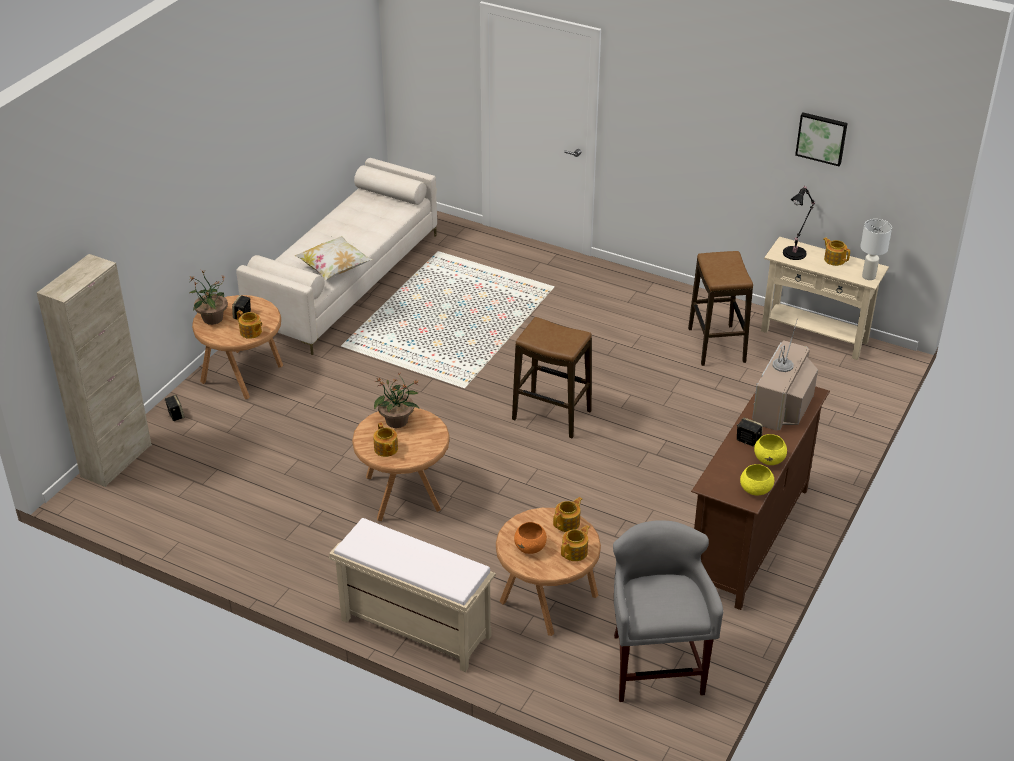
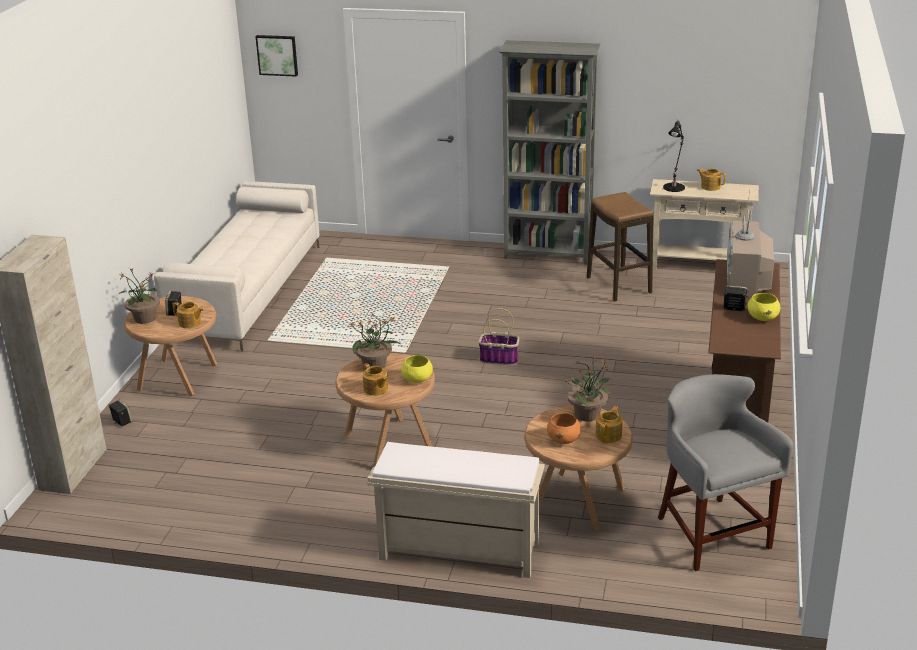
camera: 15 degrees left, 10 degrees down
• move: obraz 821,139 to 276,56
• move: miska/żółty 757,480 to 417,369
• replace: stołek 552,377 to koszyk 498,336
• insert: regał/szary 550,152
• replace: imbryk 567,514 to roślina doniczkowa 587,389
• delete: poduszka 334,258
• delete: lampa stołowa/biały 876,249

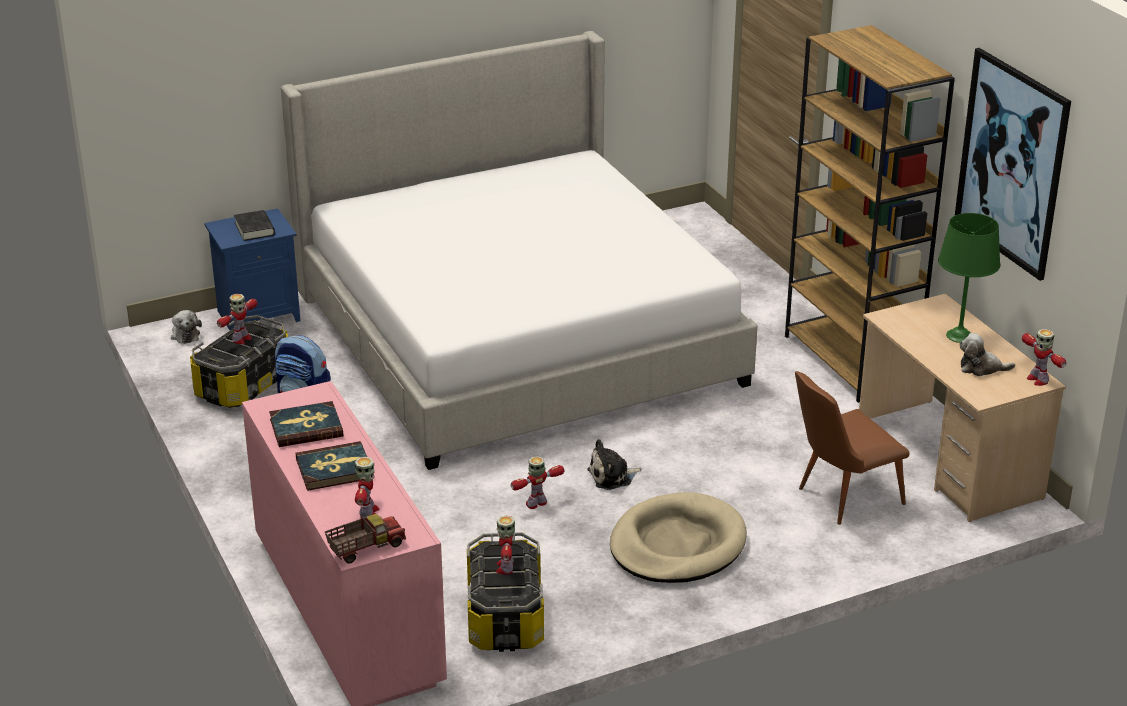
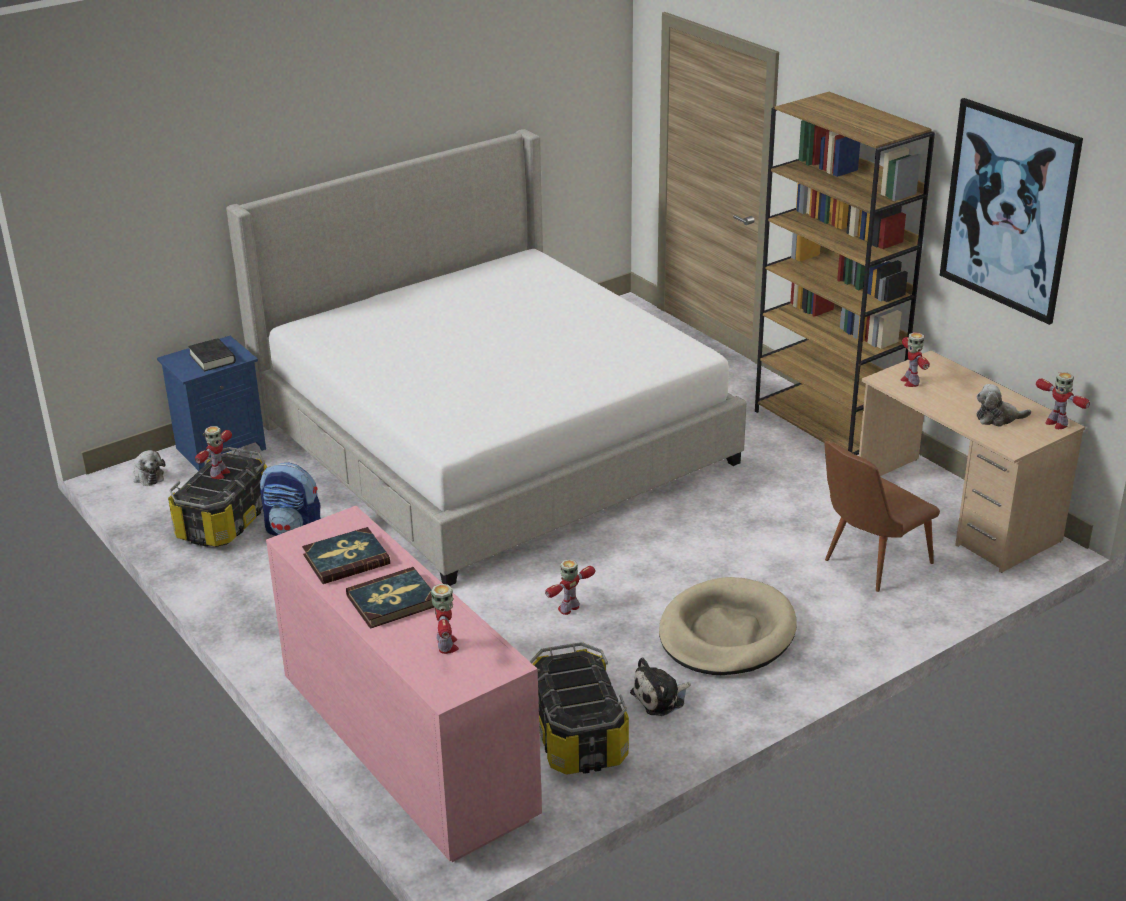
camera: 10 degrees left, 0 degrees up
• move: pluszak 614,464 to 660,687
• move: robot zabawkowy 505,545 to 915,359
• delete: ciężarówka zabawkowa 365,539
• delete: lampa stołowa/zielony 969,278

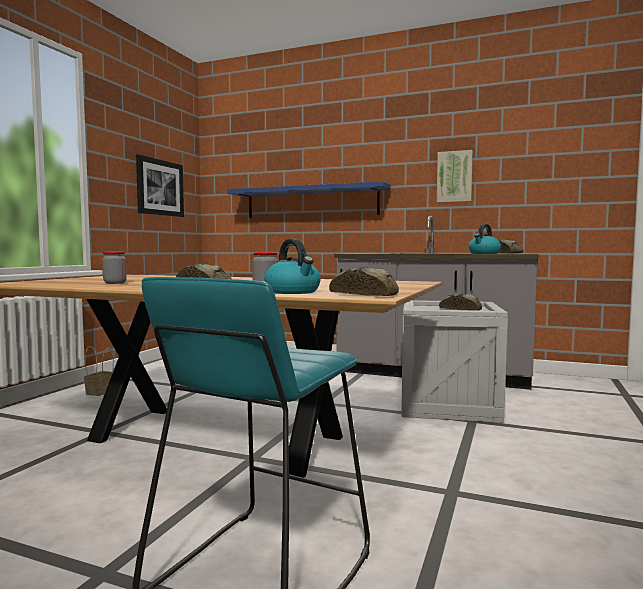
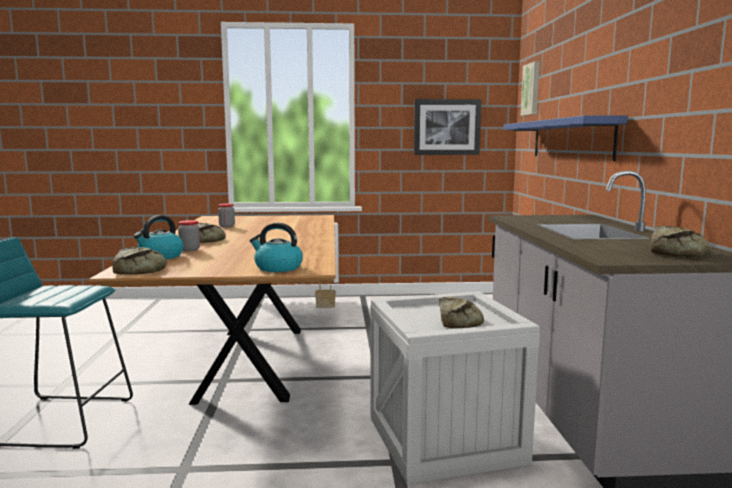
camera: 65 degrees right, 5 degrees up
• move: czajnik 485,239 to 276,247
• move: obraz 455,176 to 530,88

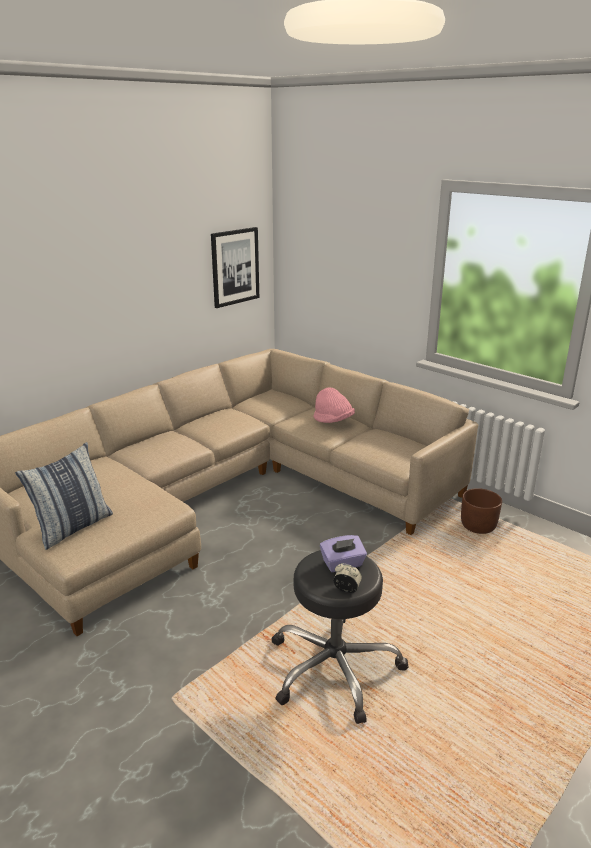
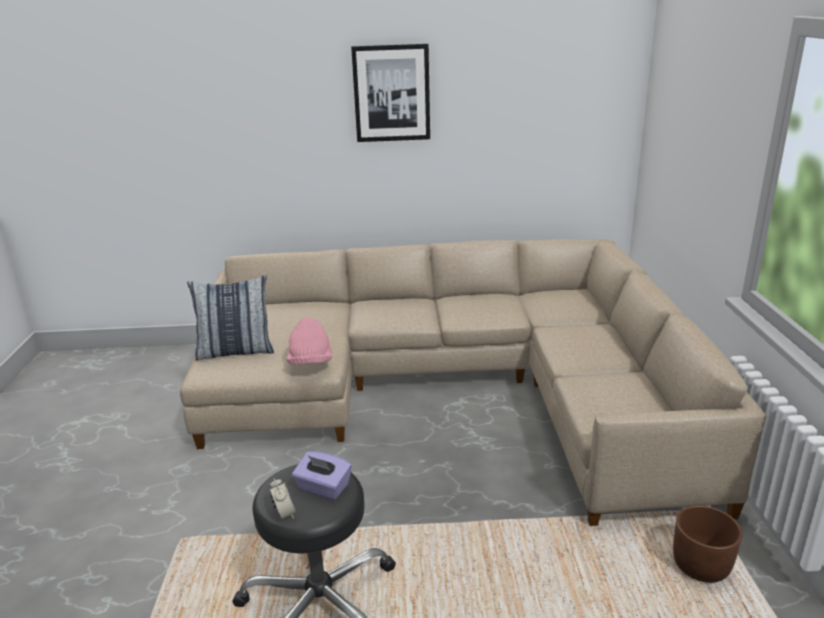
camera: 45 degrees right, 0 degrees up
• move: kapelusz/różowy 334,405 to 309,341
• move: obraz 235,267 to 390,93

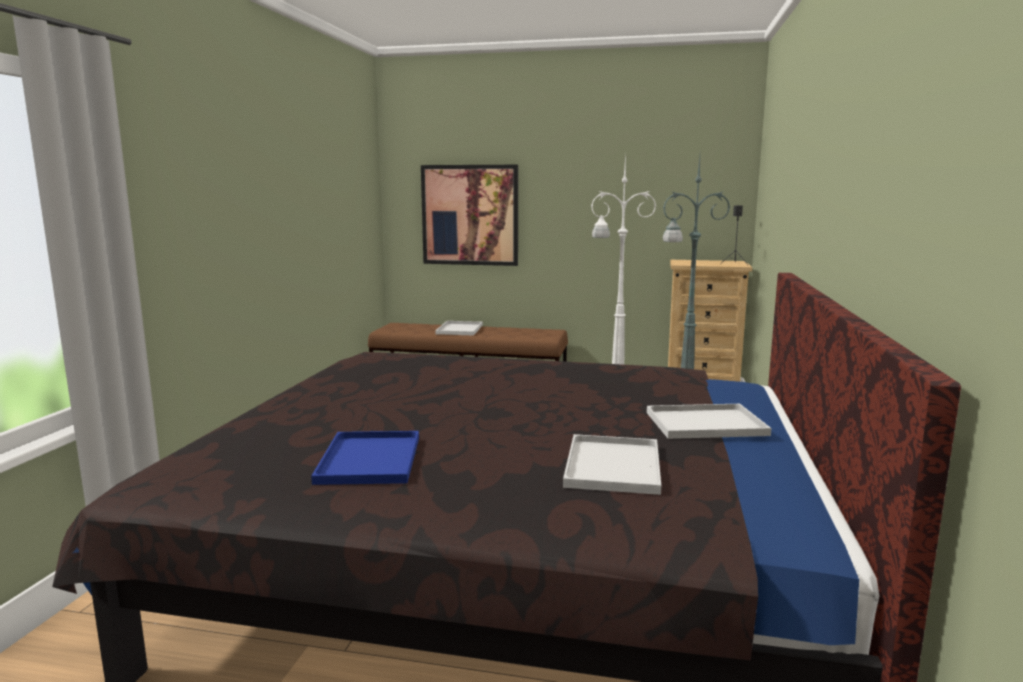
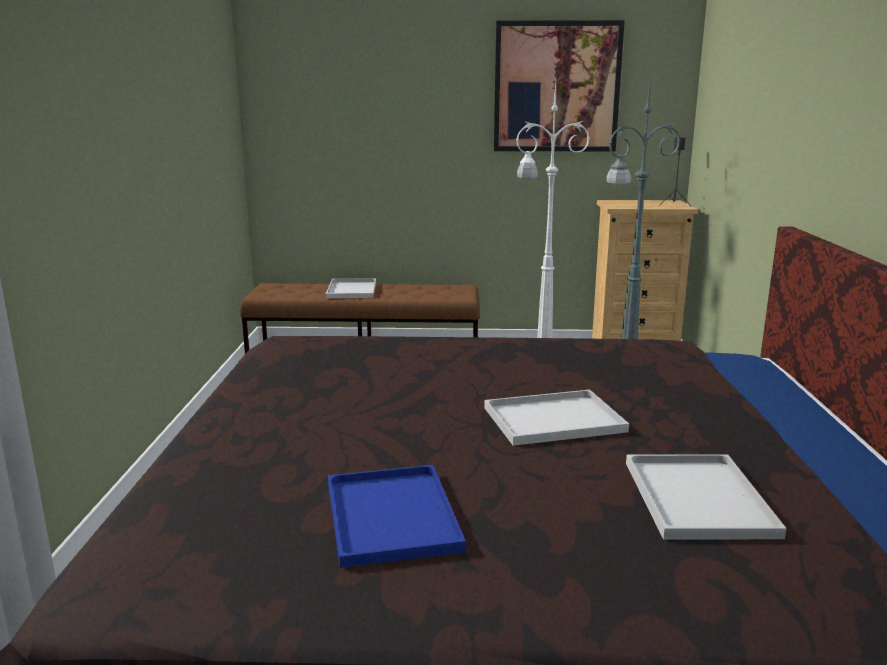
camera: 10 degrees left, 5 degrees up
• move: taca/biały 709,421 to 557,418
• move: obraz 469,215 to 559,85

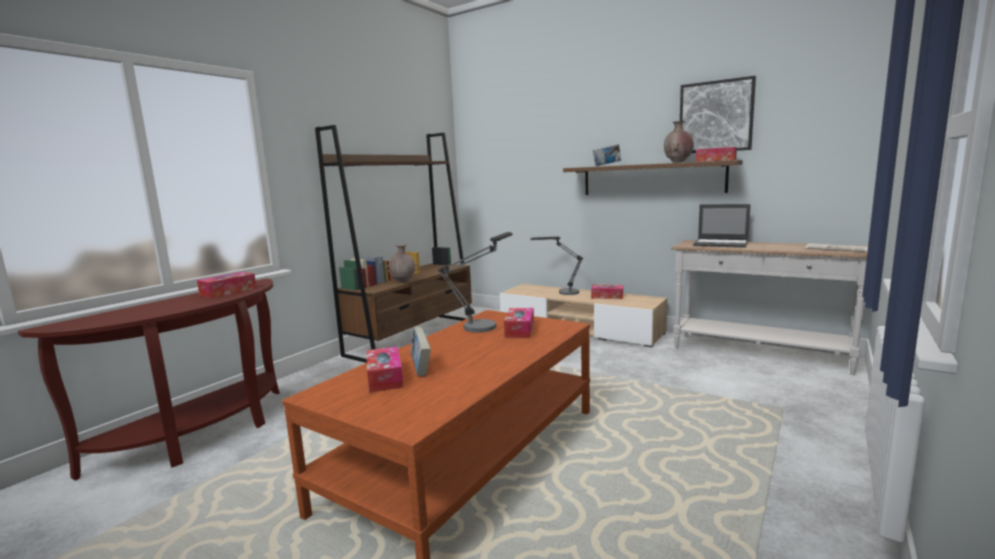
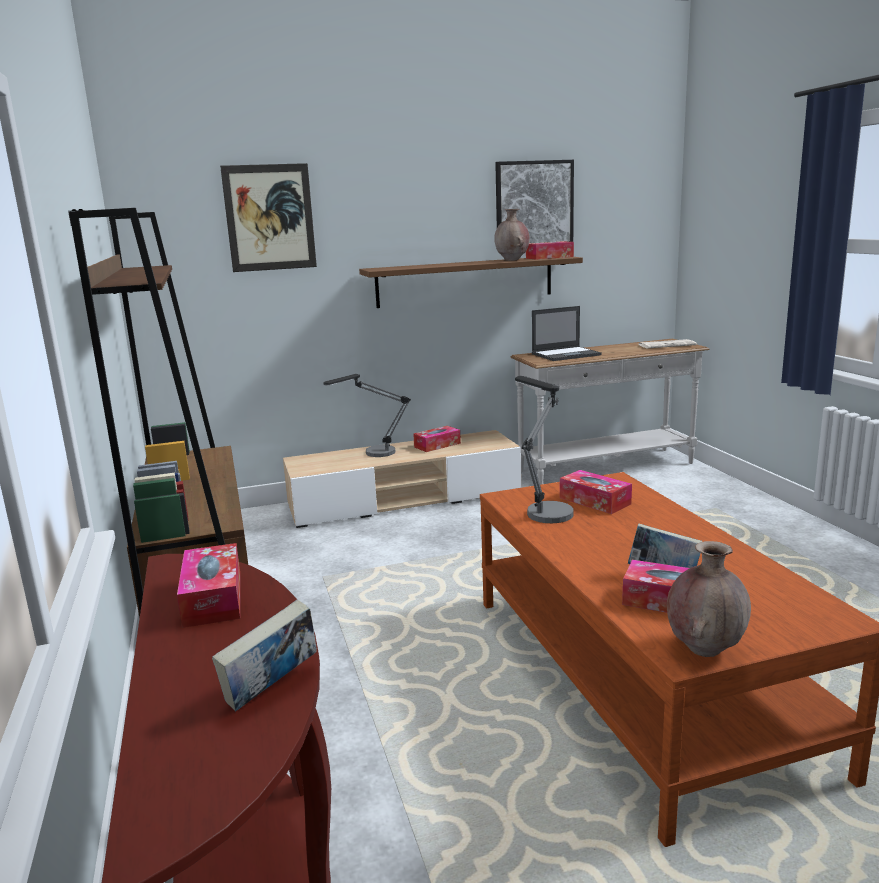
camera: 50 degrees left, 5 degrees up
• move: książka 607,155 to 264,655
• insert: obraz 268,217
• move: wazon/brązowy 402,263 to 709,599

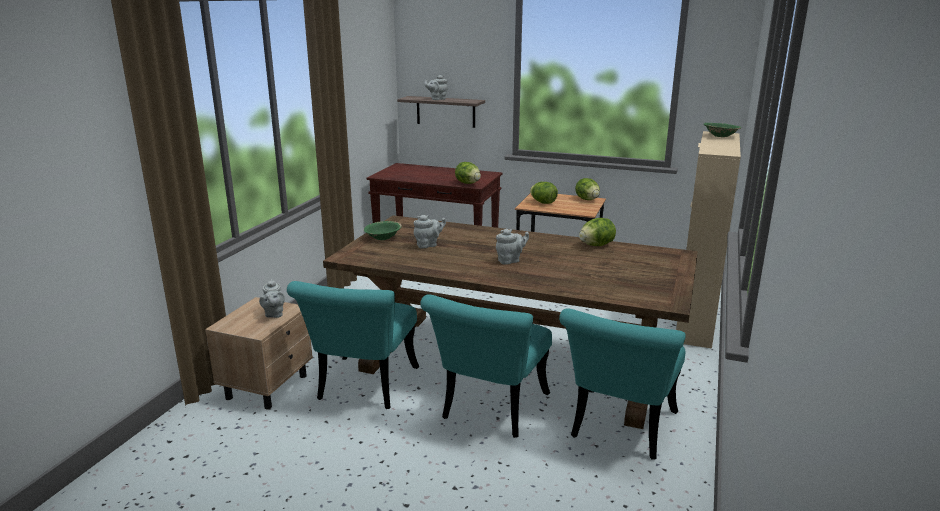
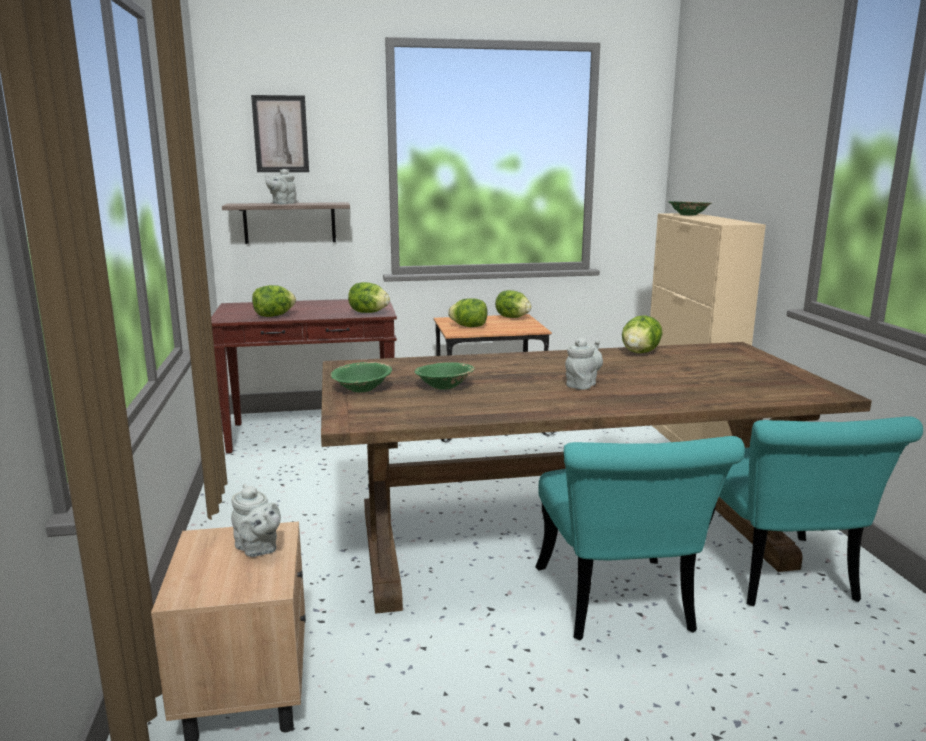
camera: 30 degrees left, 5 degrees down
• insert: obraz 280,133
• insert: sałata 274,301
• replace: imbryk/szary 430,231 to miska/zielony 444,376
• delete: krzesło/turkusowy 353,345

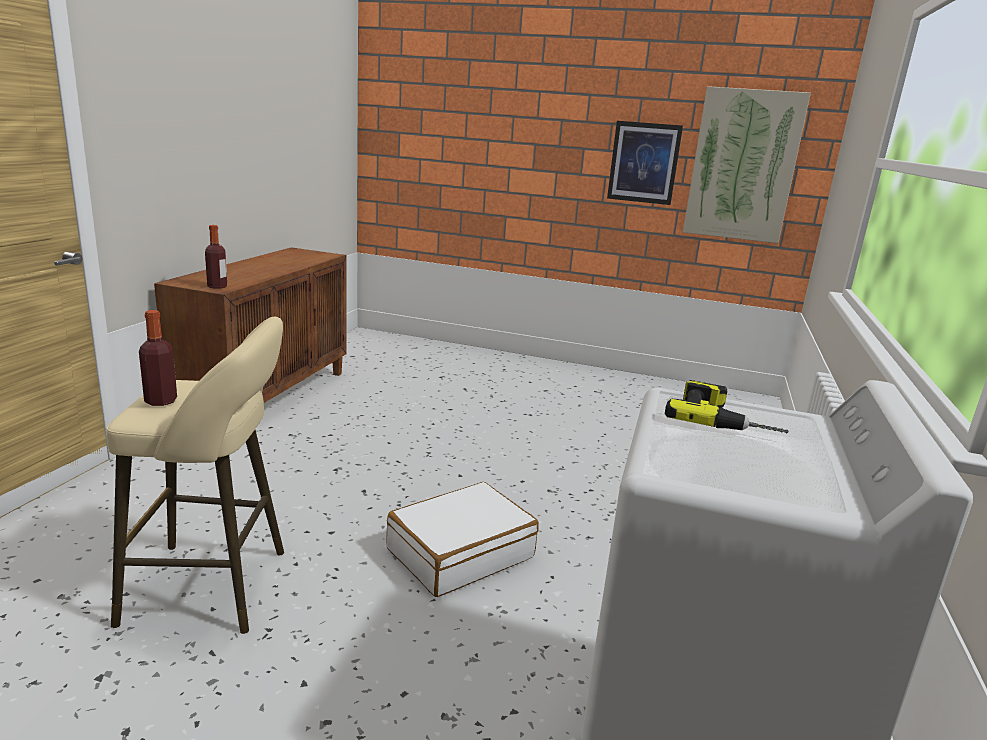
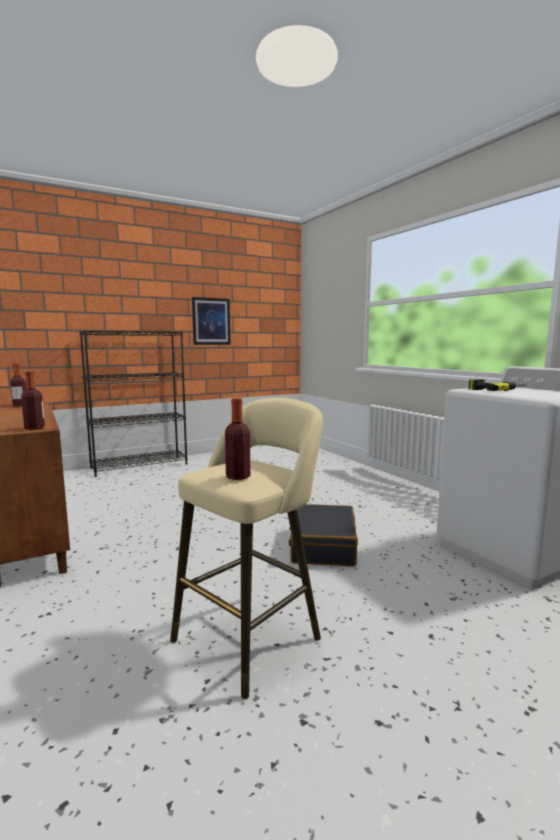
camera: 45 degrees left, 10 degrees down
• insert: butelka 18,385
• insert: regał/czarny 133,403
• recolor: walizka/biały 462,539 to walizka/czarny 323,535
• delete: obraz 747,164

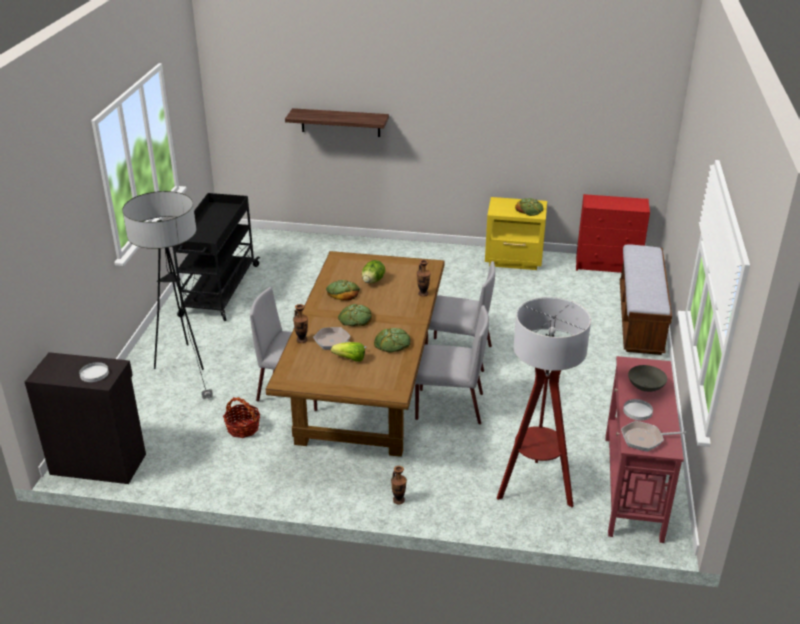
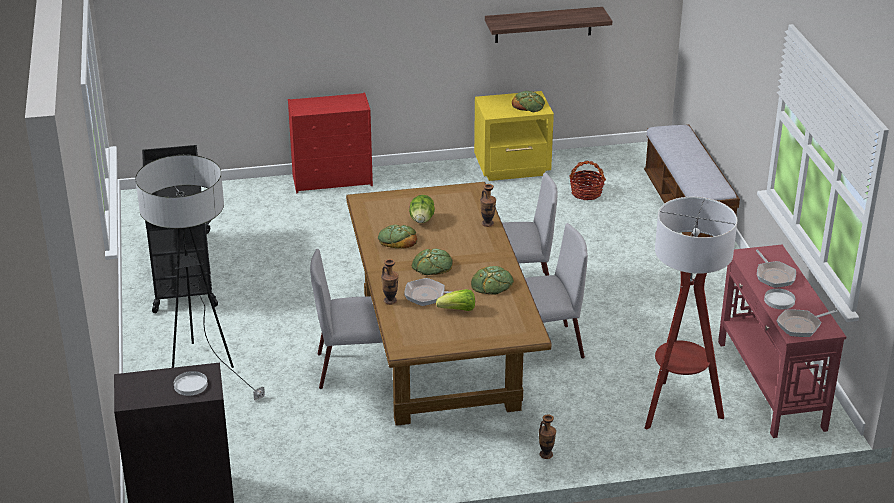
camera: 20 degrees left, 0 degrees up
• move: komoda/czerwony 613,233 to 330,143
• move: półka 337,122 to 548,25
• move: koszyk 241,417 to 587,180
• replace: miska/szary 647,378 to patelnia 776,269

